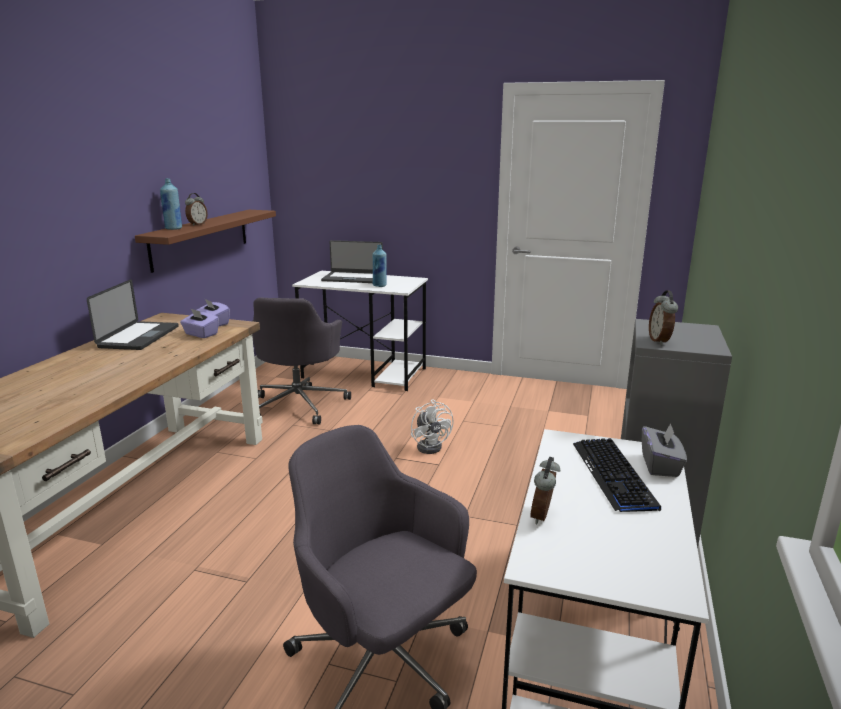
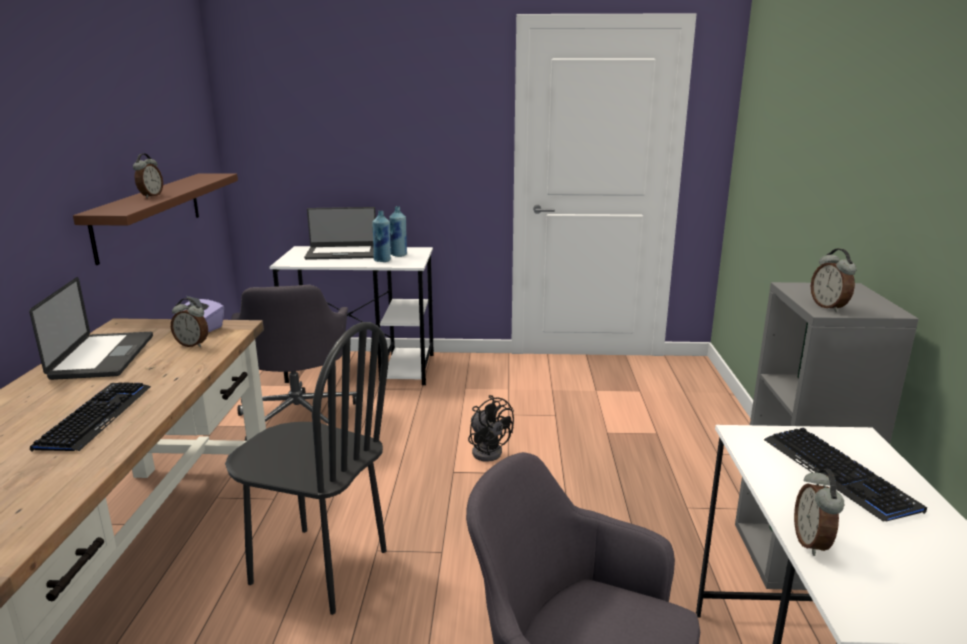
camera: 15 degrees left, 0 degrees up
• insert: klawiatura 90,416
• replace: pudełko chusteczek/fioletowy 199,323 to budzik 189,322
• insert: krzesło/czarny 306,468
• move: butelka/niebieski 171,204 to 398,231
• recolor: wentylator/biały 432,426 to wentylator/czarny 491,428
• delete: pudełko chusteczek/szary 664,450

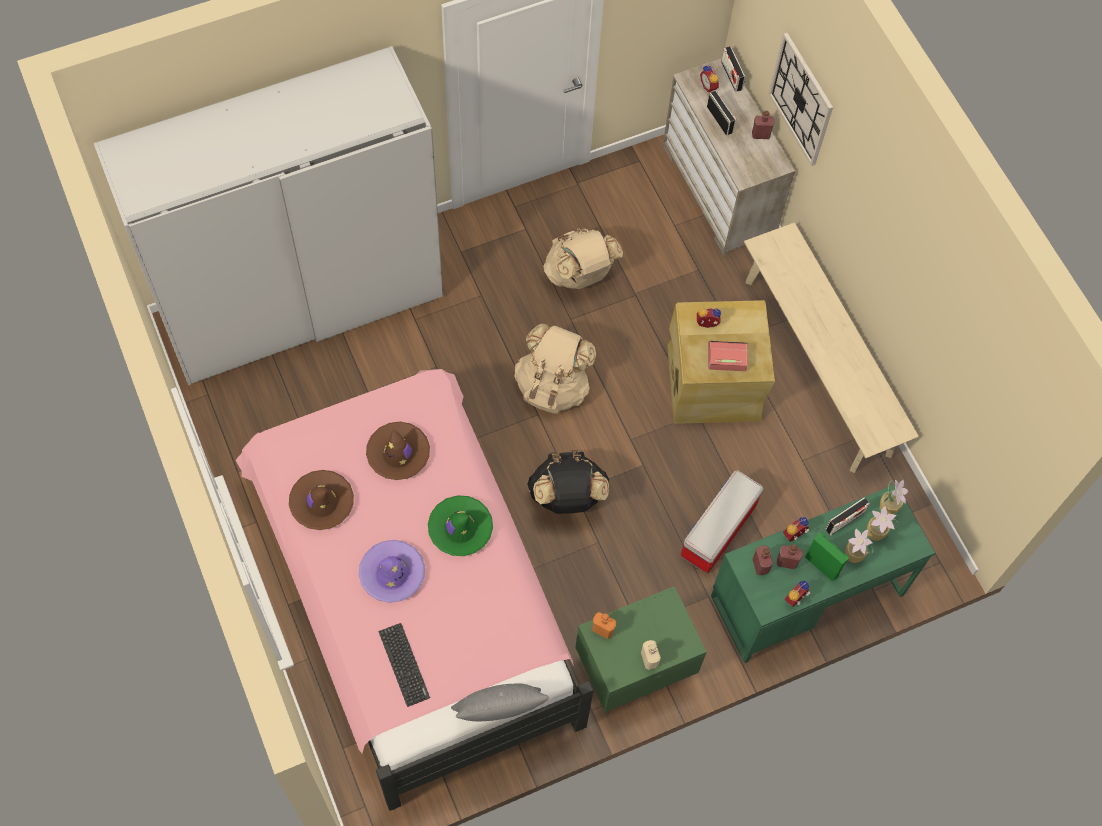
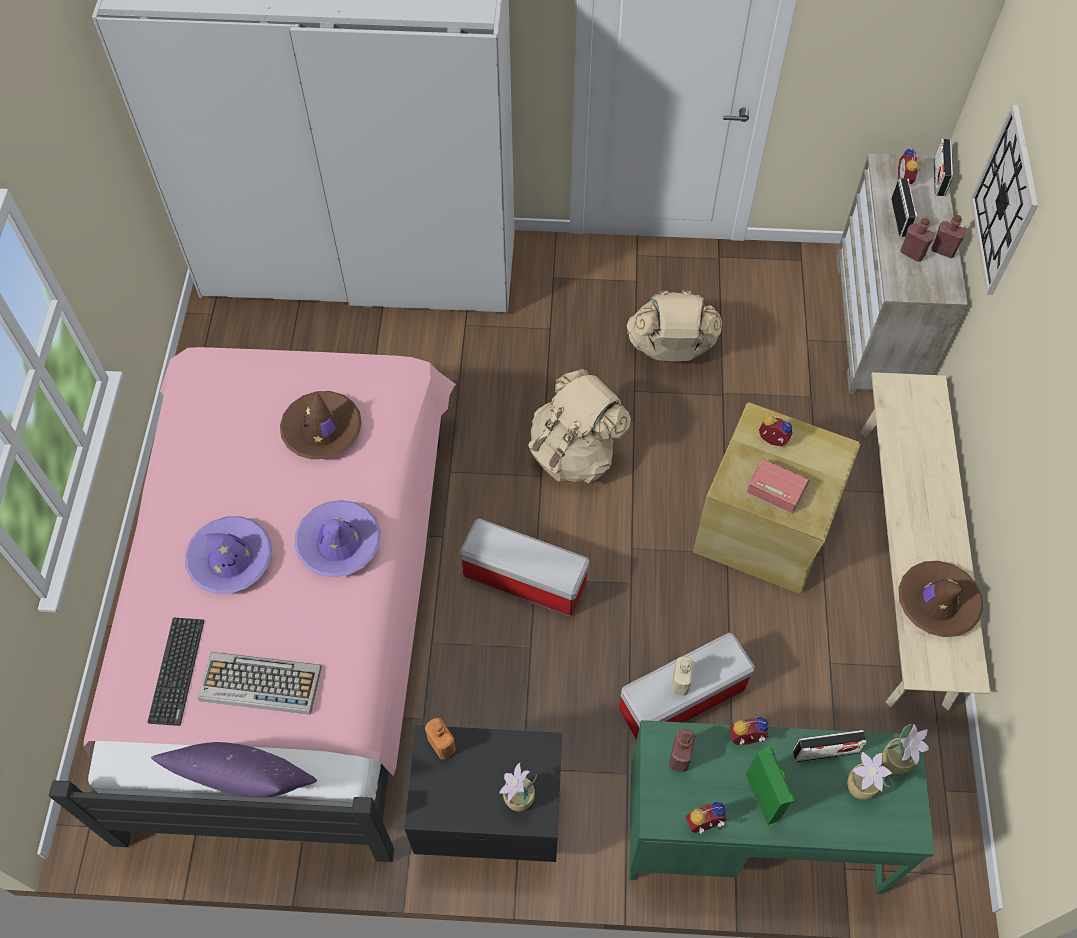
camera: 30 degrees right, 5 degrees down
• recolor: poduszka/szary 500,702 to poduszka/fioletowy 234,770
• insert: klawiatura 260,683
• recolor: kapelusz/zielony 460,525 to kapelusz/fioletowy 337,538
• recolor: szafka nocna/zielony 641,649 to szafka nocna/czarny 483,793
• replace: plecak/czarny 568,482 to pojemnik do przechowywania 524,567
• move: roślina doniczkowa 859,545 to 518,787
• move: butelka/beżowy 651,655 to 682,676
• move: kapelusz/brązowy 321,500 to 941,599
• move: butelka/czerwony 790,557 to 917,240

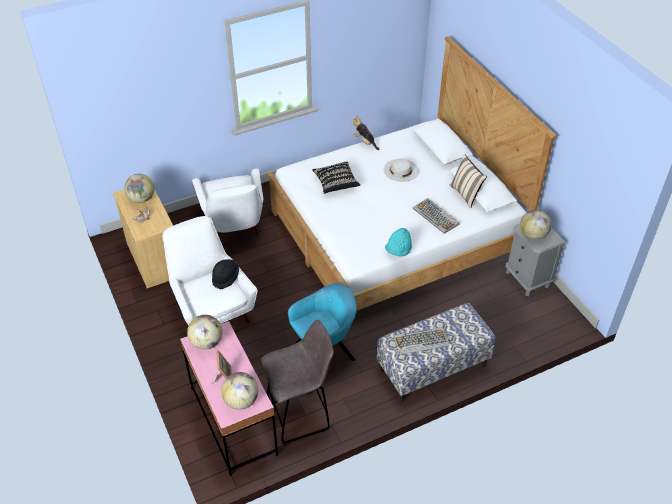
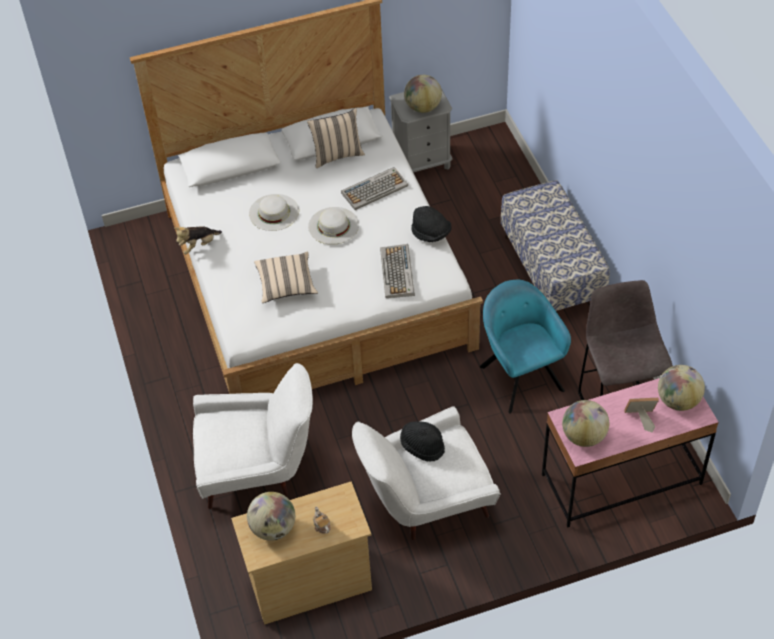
camera: 80 degrees left, 5 degrees up
• recolor: poduszka/czarny 336,178 to poduszka/beżowy 286,277
• insert: kapelusz/biały 333,225
• move: klawiatura 421,341 to 397,271
• recolor: kapelusz/turkusowy 398,242 to kapelusz/czarny 431,224

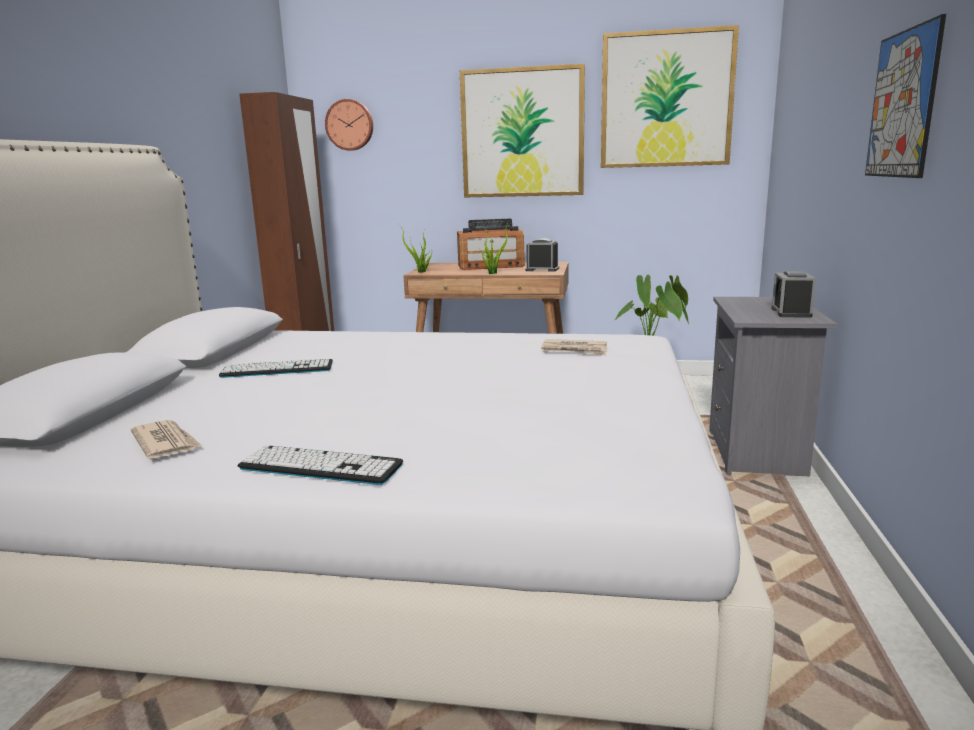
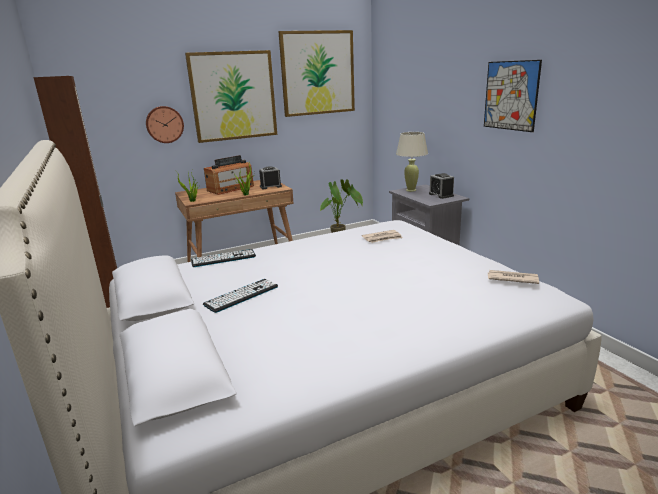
camera: 35 degrees left, 5 degrees up
• move: zegar ścienny 349,125 to 165,124
• move: klawiatura 320,465 to 223,258
• insert: lampa stołowa/beżowy 412,162
• move: gazeta 166,439 to 513,277

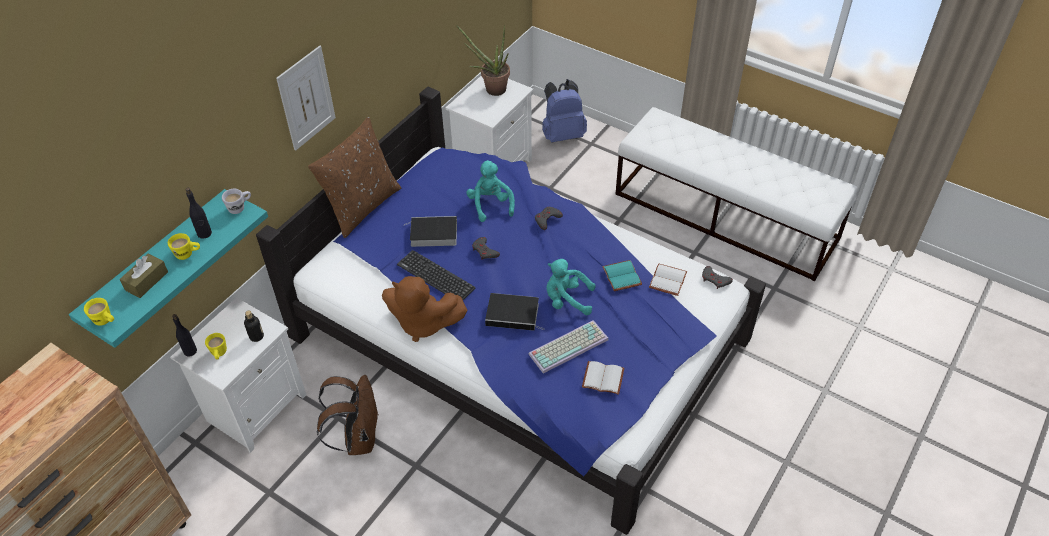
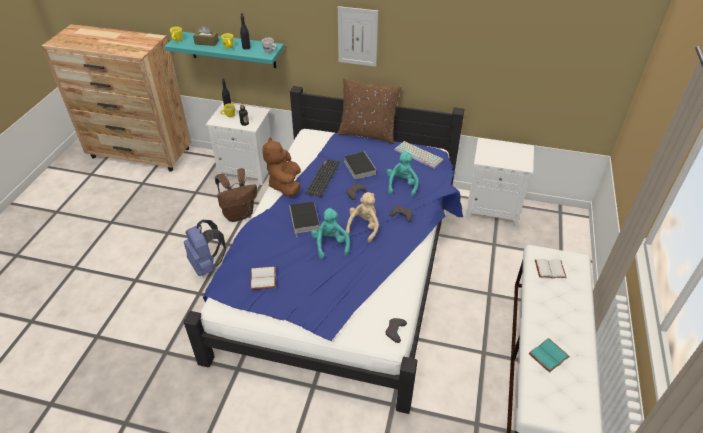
camera: 70 degrees right, 5 degrees down
• move: plecak/niebieski 564,111 to 205,248
• insert: pluszak/beżowy 362,217
• rotate: pluszak/turkusowy 490,191 = 403,174 45 degrees counterclockwise
• move: klawiatura 568,347 to 419,155
• move: książka/turkusowy 622,275 to 549,355
• move: książka/biały 668,279 to 550,268
• delete: roślina doniczkowa 483,60

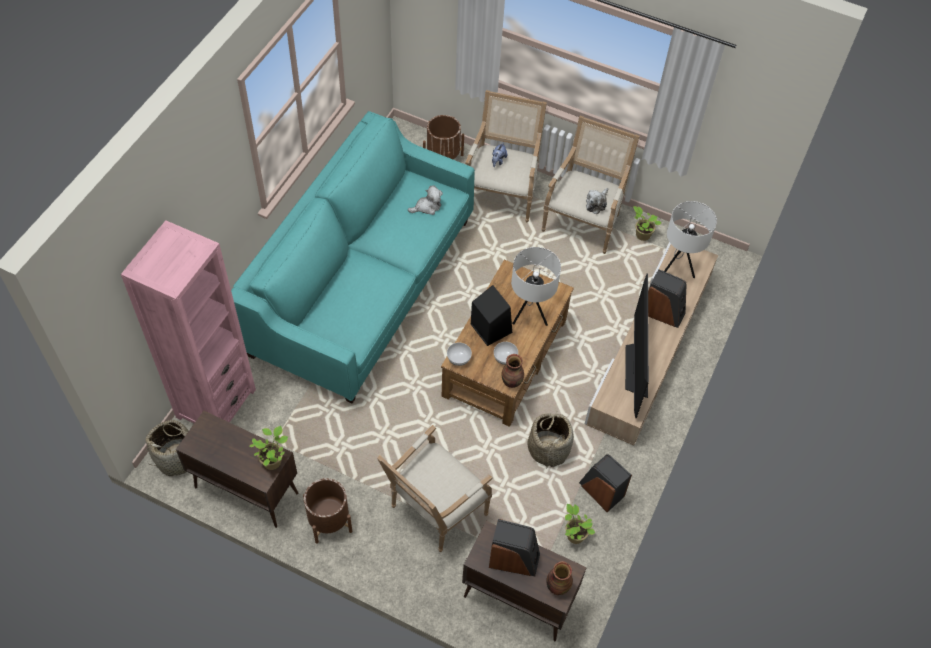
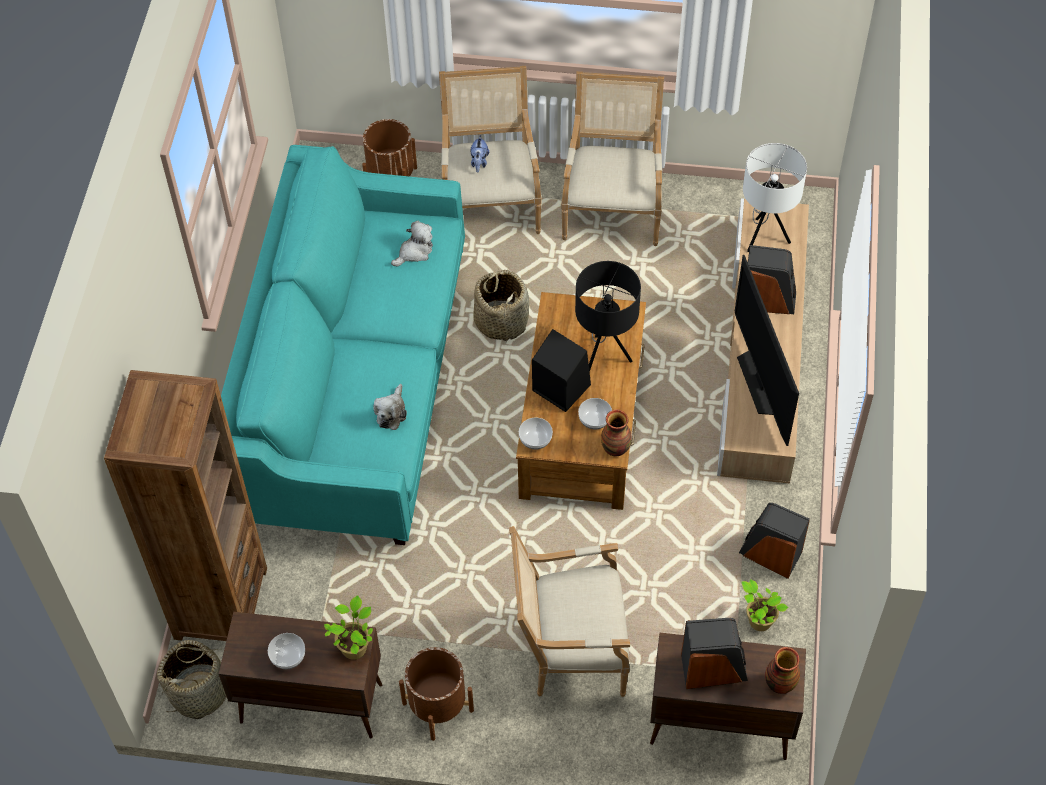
camera: 15 degrees left, 0 degrees up
• recolor: regał/różowy 188,321 to regał/brązowy 185,505
• insert: miska 286,651
• move: pluszak 597,201 to 390,407
• move: koszyk 551,439 to 501,305
• rotate: fotel 435,488 = 569,611 60 degrees clockwise
• recolor: lampa stołowa/biały 536,286 to lampa stołowa/czarny 608,316
• delete: roślina doniczkowa 647,223

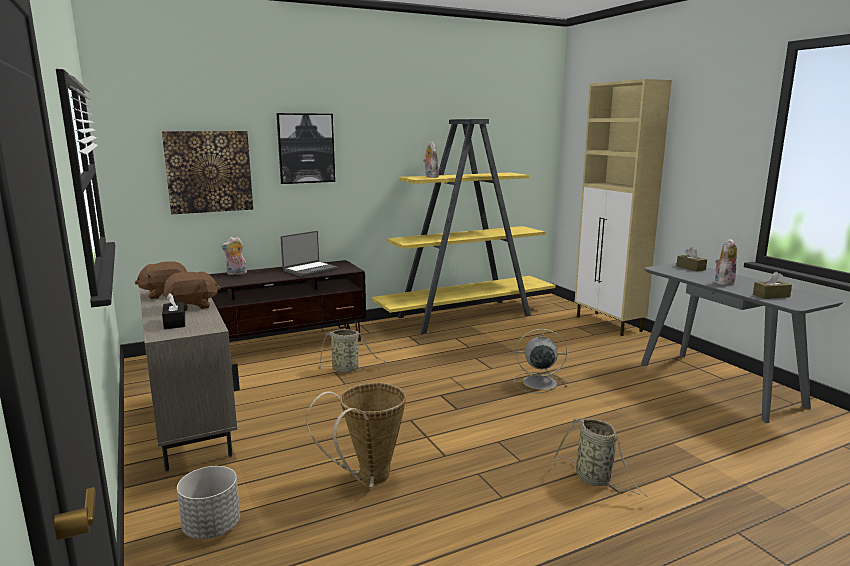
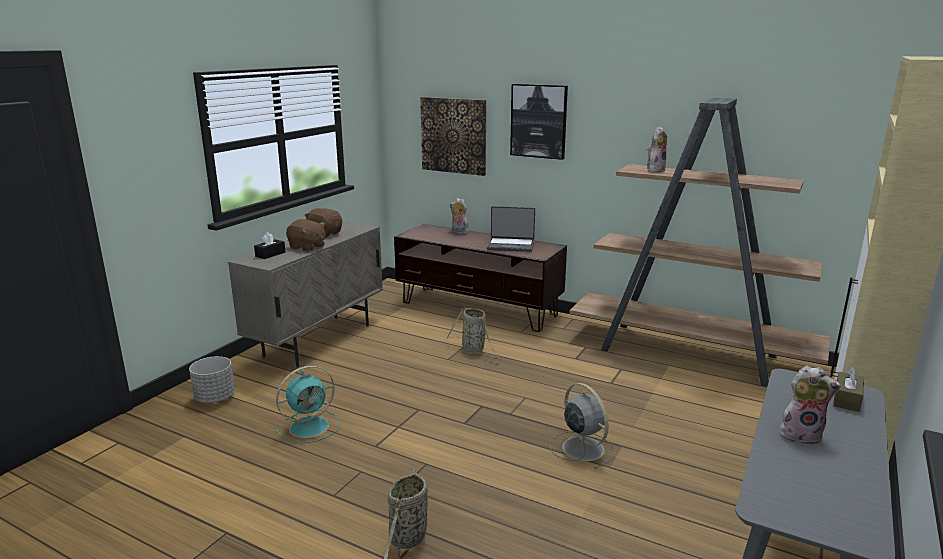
camera: 55 degrees right, 5 degrees up
• replace: koszyk 356,435 to wentylator/turkusowy 307,404
• recolor: regał/żółty 464,226 to regał/brązowy 700,242
• delete: pudełko chusteczek/brązowy 772,285

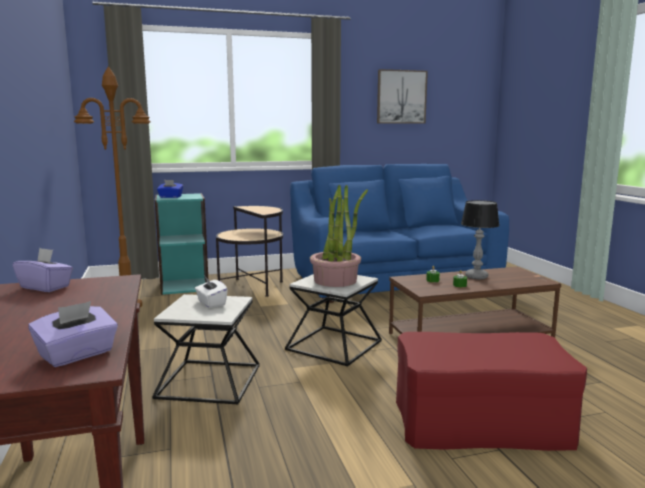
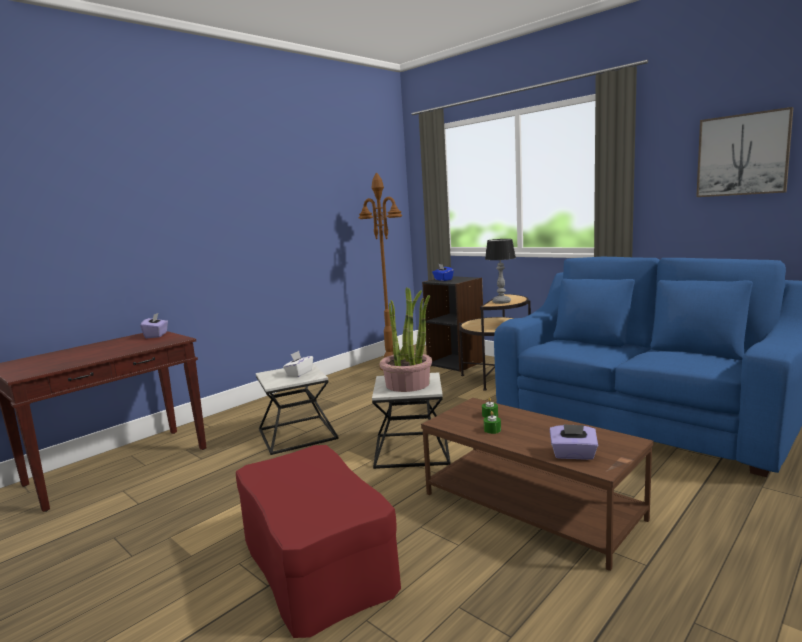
camera: 60 degrees right, 0 degrees up
• recolor: regał/turkusowy 181,244 to regał/czarny 452,324
• move: lampa stołowa 480,239 to 500,271
• move: pudełko chusteczek/fioletowy 73,334 to 574,442

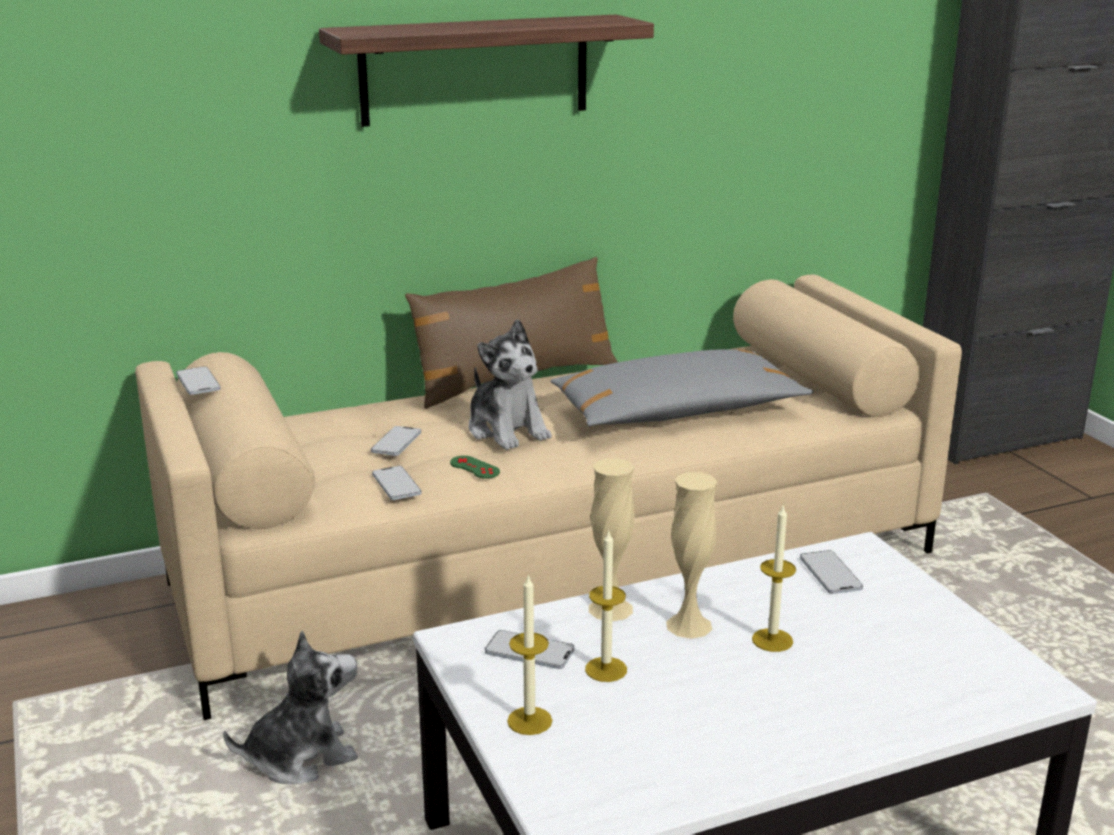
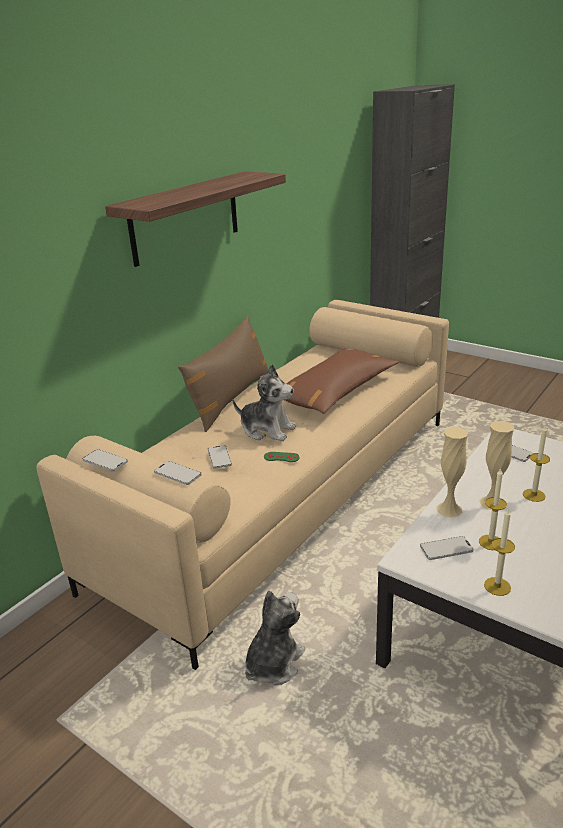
camera: 30 degrees left, 5 degrees up
• move: telefon 397,483 to 178,473
• recolor: poduszka/szary 681,387 to poduszka/brązowy 342,381

